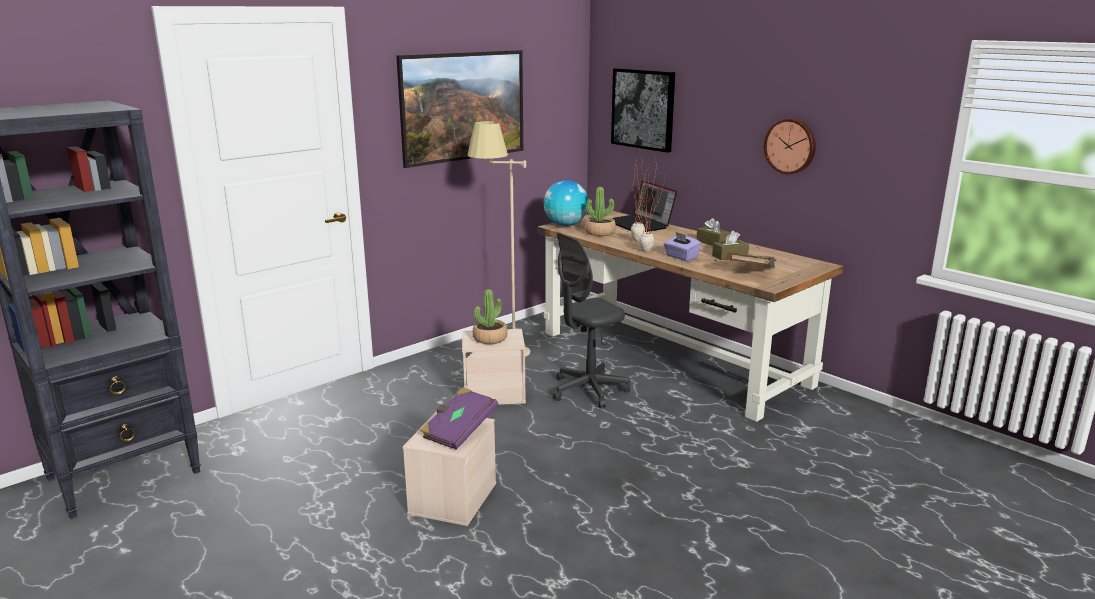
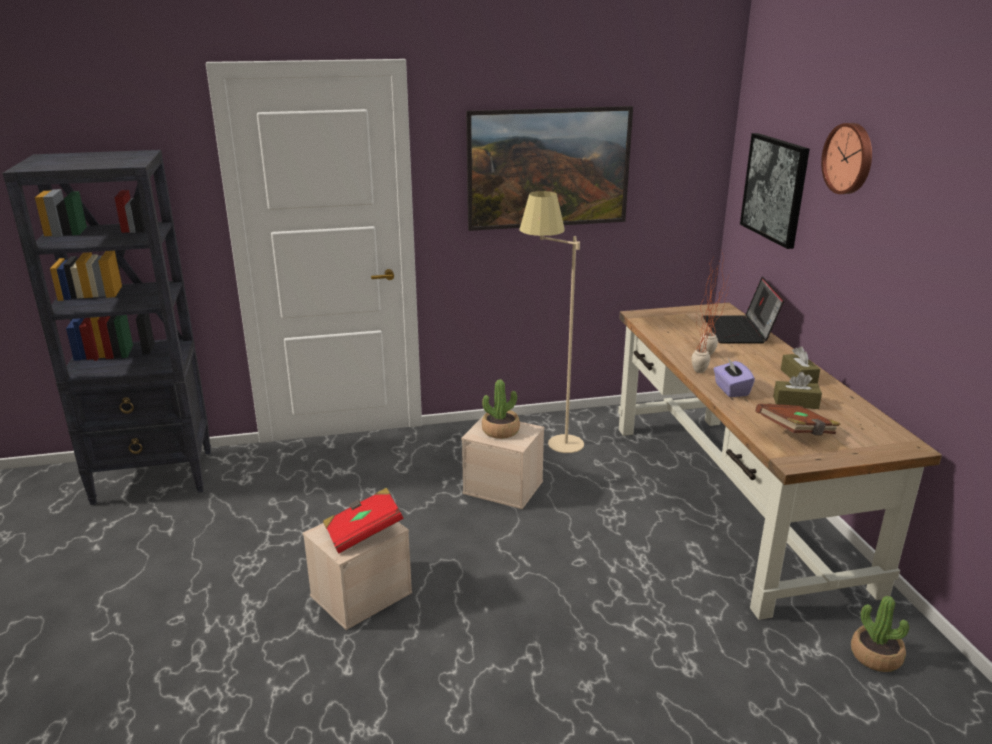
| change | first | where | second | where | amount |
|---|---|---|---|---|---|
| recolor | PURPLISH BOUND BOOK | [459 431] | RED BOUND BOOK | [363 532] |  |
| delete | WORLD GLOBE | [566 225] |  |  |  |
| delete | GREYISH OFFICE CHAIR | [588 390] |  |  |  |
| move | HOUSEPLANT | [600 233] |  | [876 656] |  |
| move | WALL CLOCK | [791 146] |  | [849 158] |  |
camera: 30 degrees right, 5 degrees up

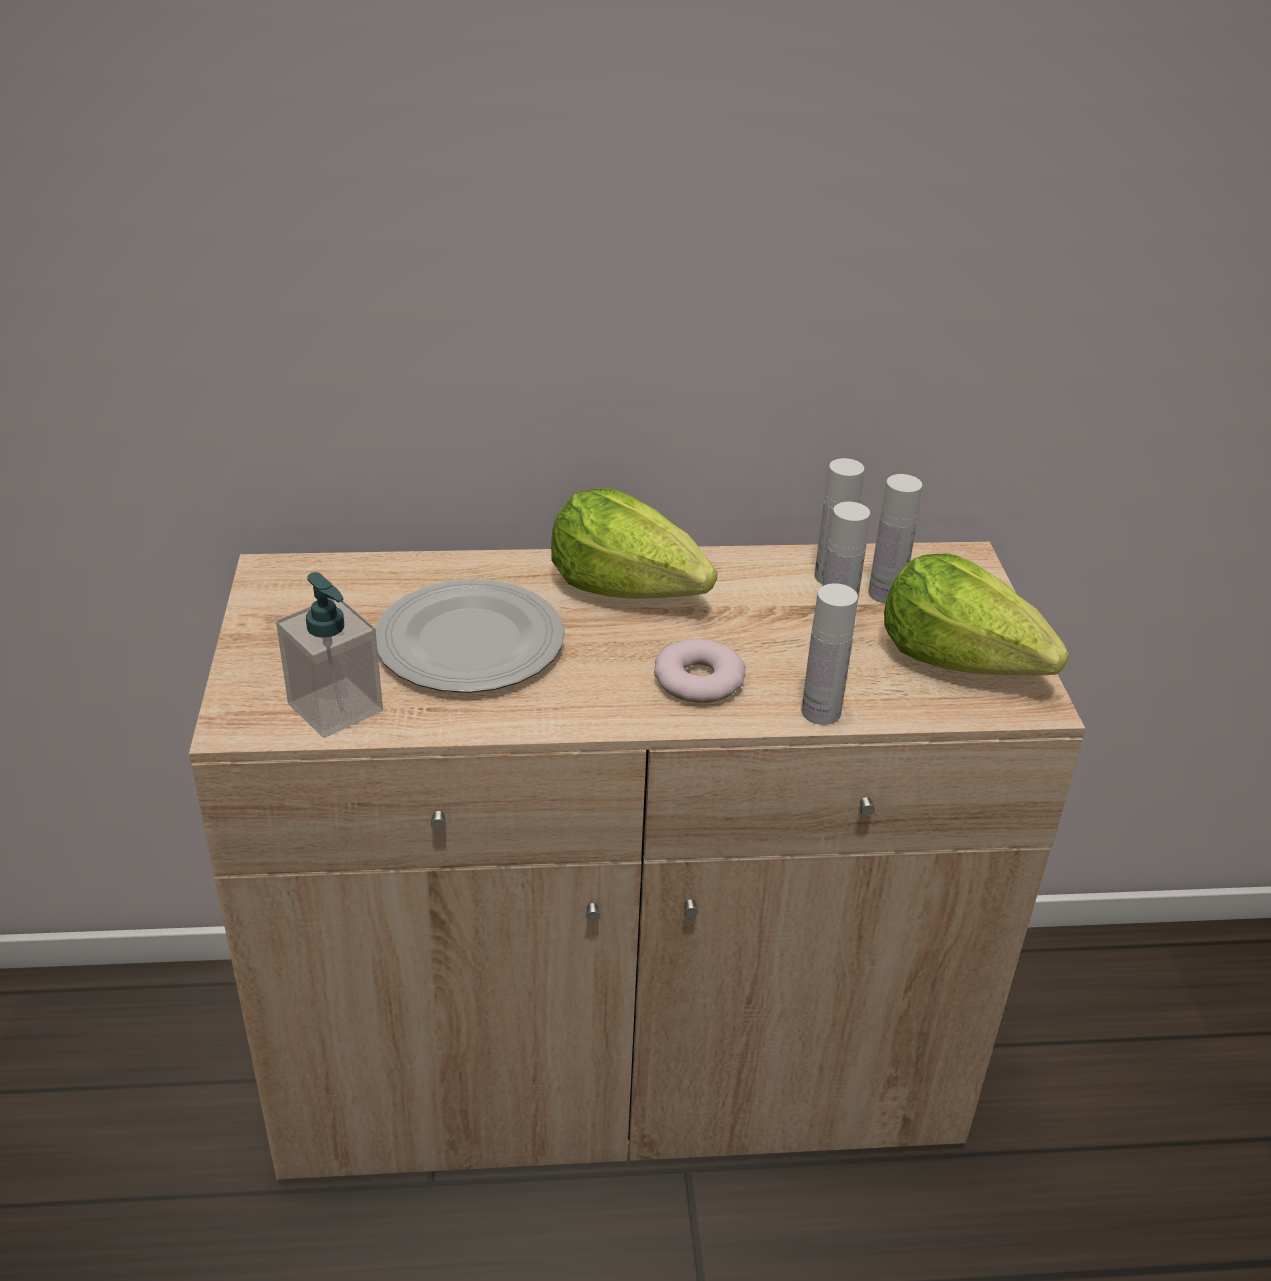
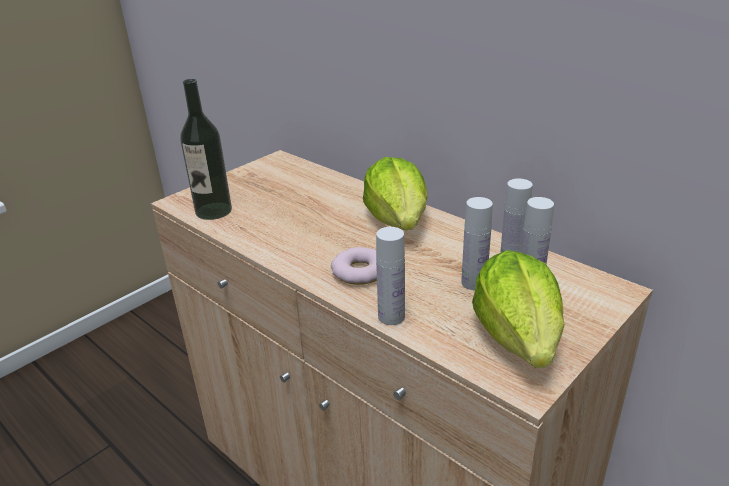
| change | first | where | second | where | amount |
|---|---|---|---|---|---|
| replace | SOAP BOTTLE | [335 708] | BOTTLE | [213 211] |  |
| delete | PLATE | [467 642] |  |  |  |
camera: 50 degrees right, 5 degrees down

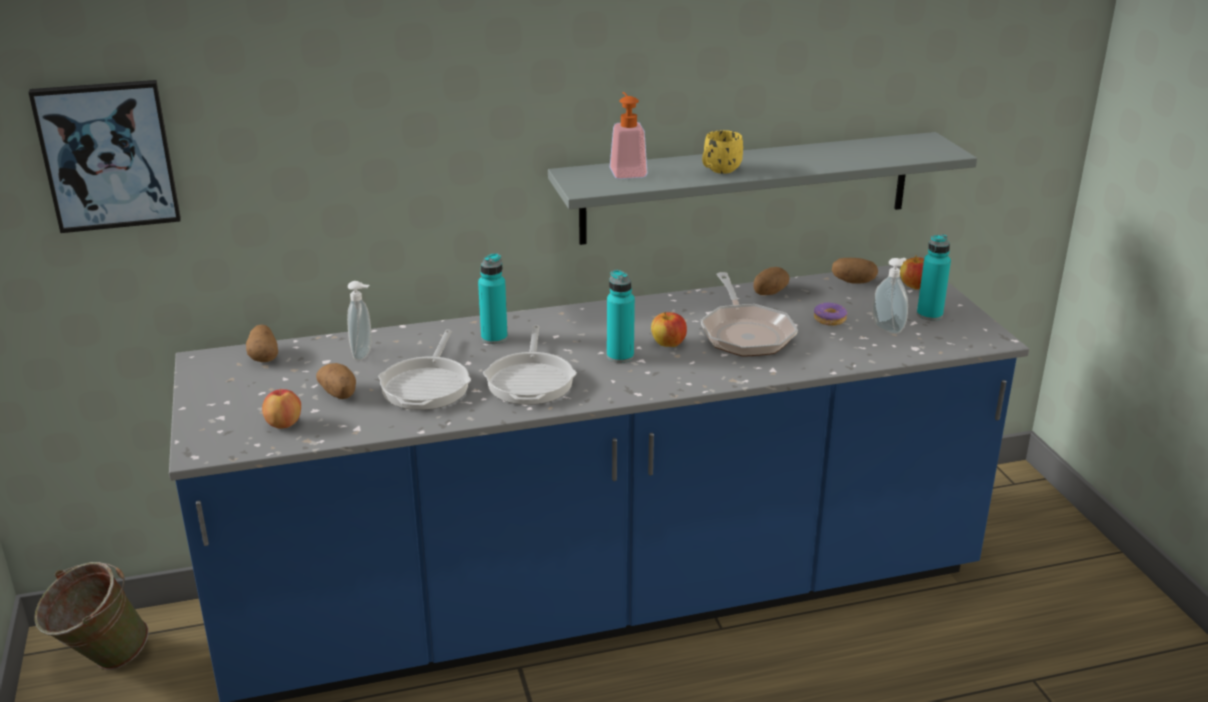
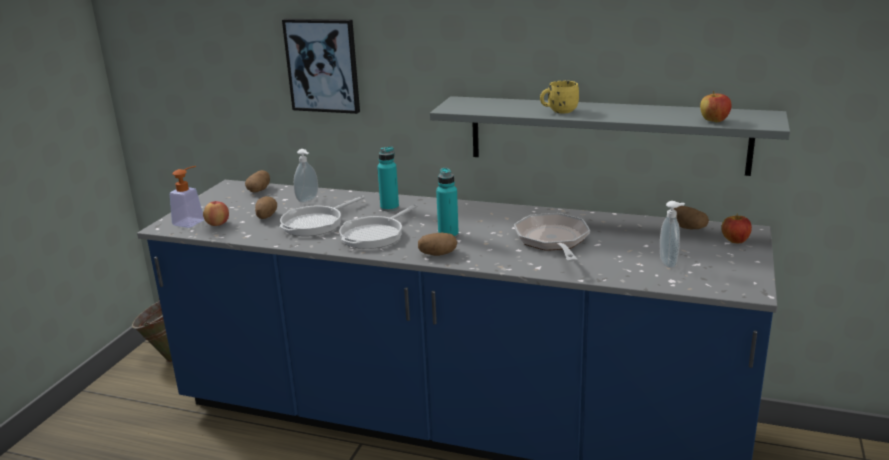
| change | first | where | second | where | amount |
|---|---|---|---|---|---|
| move | WALL ART | [108 155] |  | [323 65] |  |
| move | SOAP BOTTLE | [627 171] |  | [192 221] |  |
| move | WHOLE APPLE | [668 344] |  | [714 121] |  |
| rotate | PAN | [745 333] |  | [553 241] | 150 degrees clockwise |
| move | WHOLE POTATO | [769 292] |  | [438 254] |  |
| delete | DONUT | [830 319] |  |  |  |
| delete | TURQUOISE-COLOURED BOTTLE | [929 315] |  |  |  |
camera: 35 degrees right, 5 degrees down

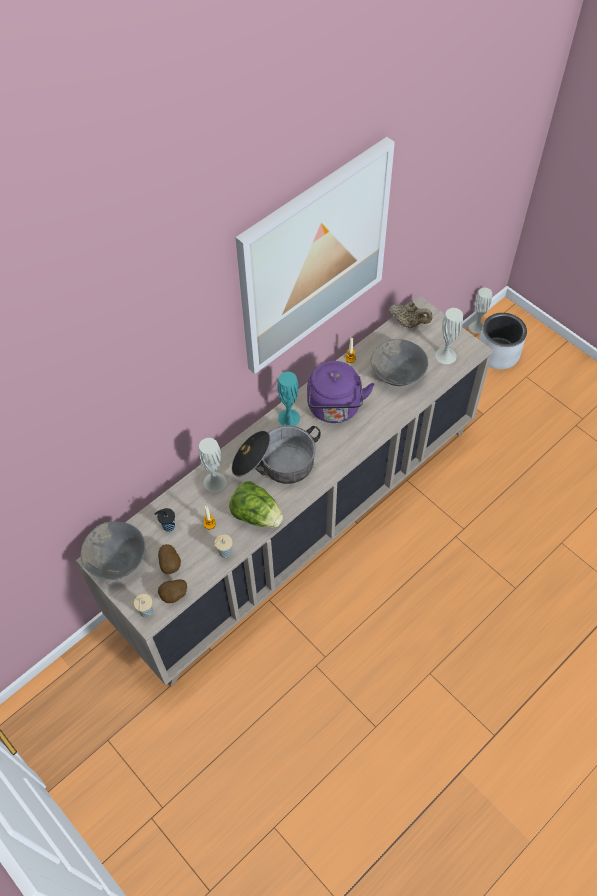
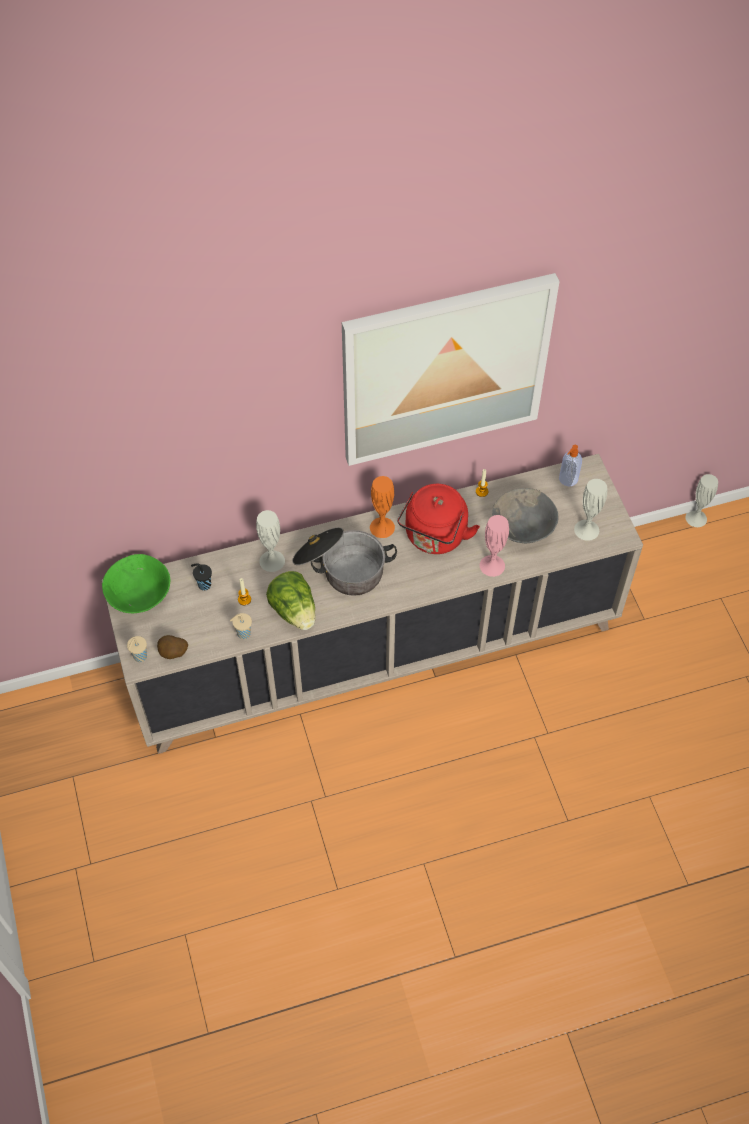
| change | first | where | second | where | amount |
|---|---|---|---|---|---|
| recolor | GREYISH BOWL | [118 559] | GREEN-COLOURED BOWL | [140 595] |  |
| delete | WHOLE POTATO | [171 564] |  |  |  |
| recolor | TURQUOISE-COLOURED FLOWER VASE | [289 418] | ORANGE-COLOURED FLOWER VASE | [382 527] |  |
| recolor | PURPLISH WATER KETTLE | [335 409] | RED WATER KETTLE | [434 537] |  |
| replace | SAND-COLOURED TEA POT | [409 323] | SOAP BOTTLE | [568 479] |  |
| delete | GREYISH PLANTER | [498 353] |  |  |  |
| insert |  |  | PINK FLOWER VASE | [492 565] |  |
camera: 25 degrees right, 0 degrees up

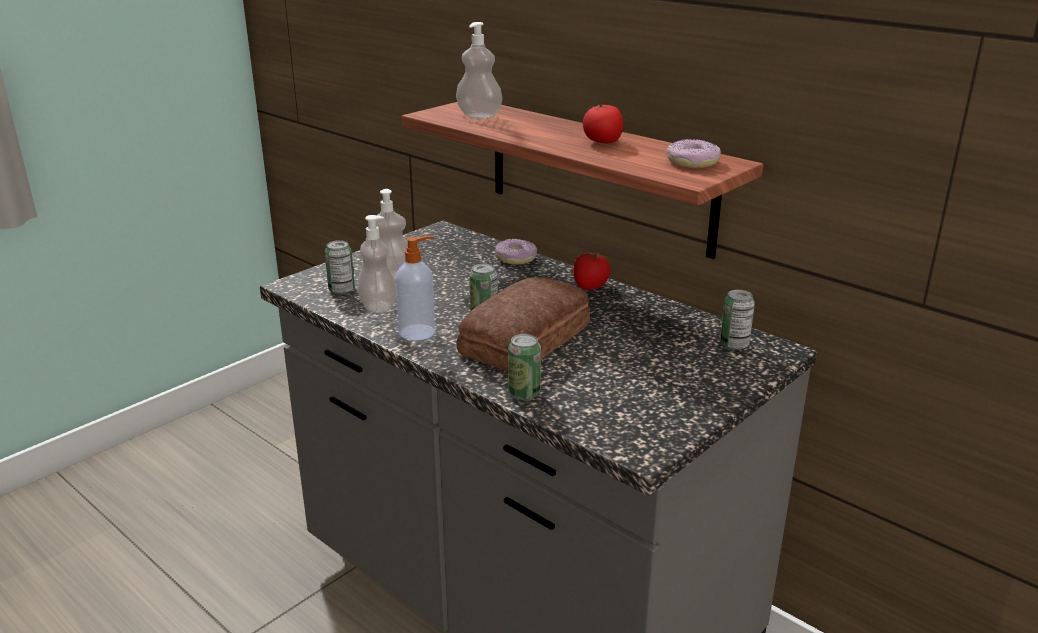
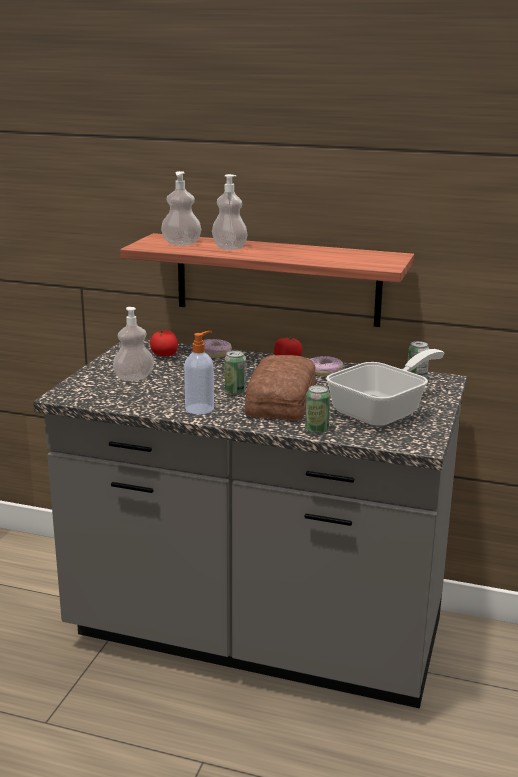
| change | first | where | second | where | amount |
|---|---|---|---|---|---|
| delete | METAL CAN | [341 290] |  |  |  |
| move | SOAP BOTTLE | [378 307] |  | [229 248] |  |
| move | WHOLE TOMATO | [603 142] |  | [164 355] |  |
| move | DONUT | [692 162] |  | [324 371] |  |
| insert |  |  | PAN | [384 411] |  |
camera: 25 degrees left, 5 degrees down

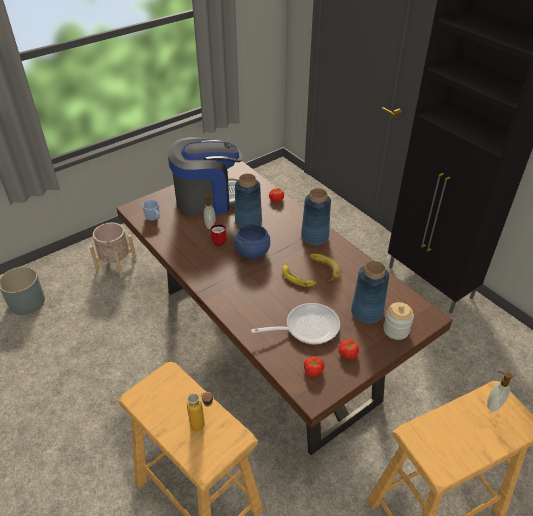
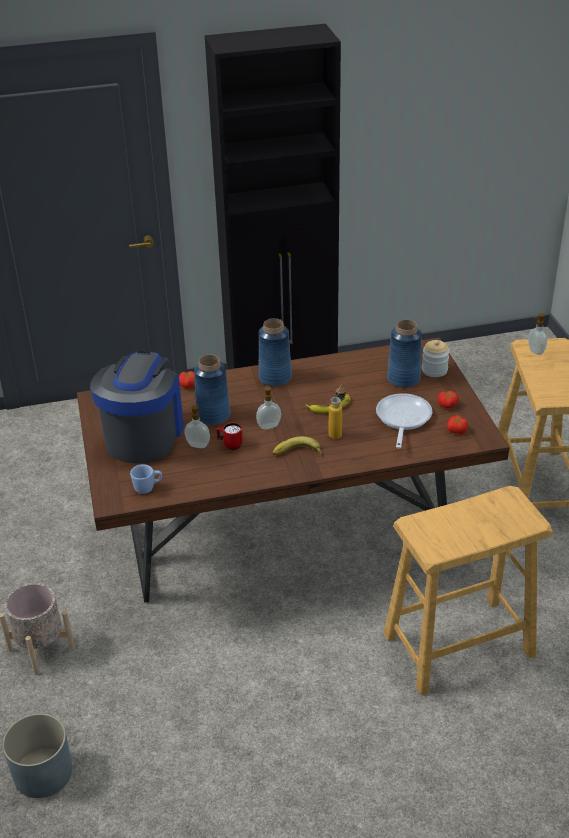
| change | first | where | second | where | amount |
|---|---|---|---|---|---|
| move | BOTTLE | [203 425] |  | [337 432] |  |
| replace | BLUE BOWL | [252 252] | SOAP BOTTLE | [268 426] |  |
| move | WHOLE BANANA | [322 269] |  | [297 453] |  |
camera: 65 degrees left, 5 degrees down

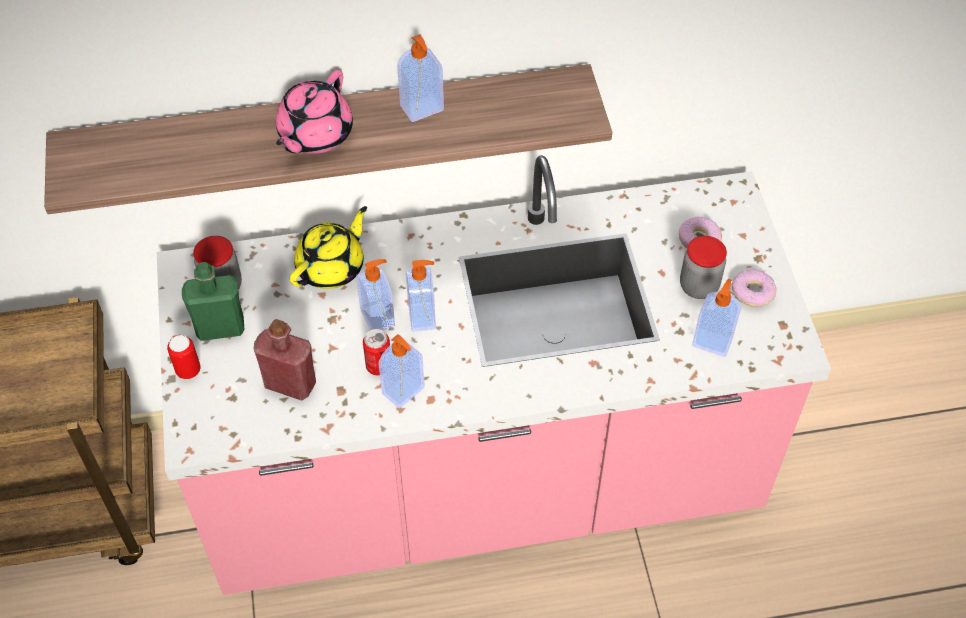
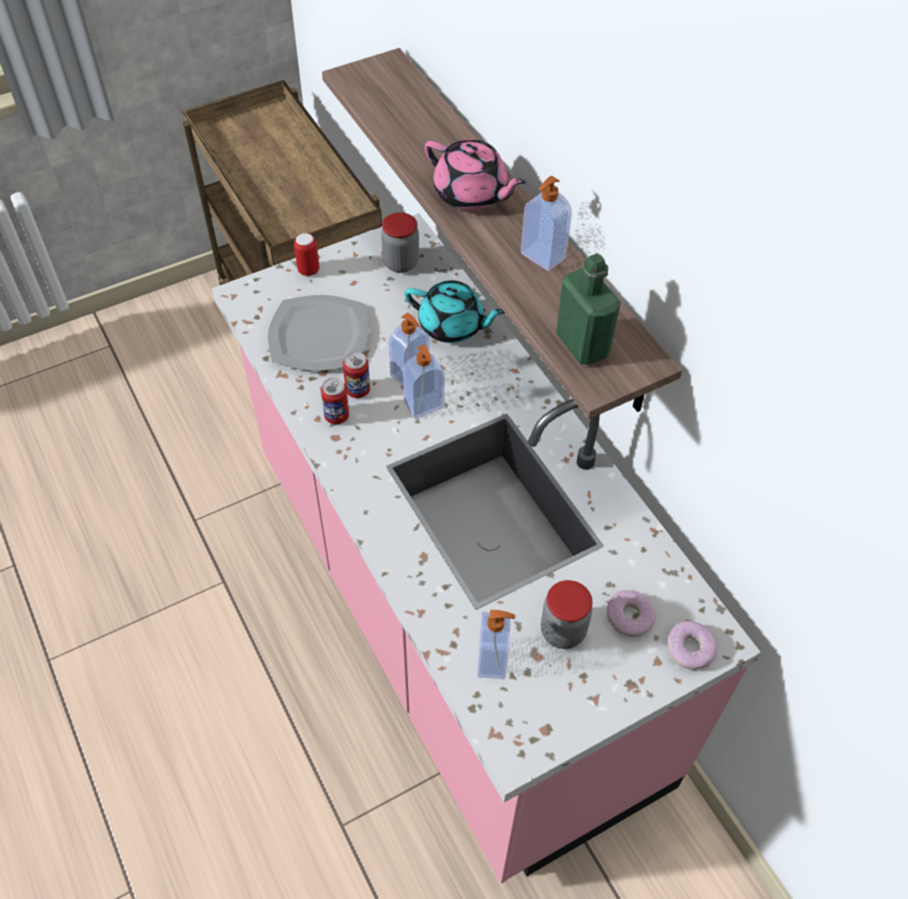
| change | first | where | second | where | amount |
|---|---|---|---|---|---|
| move | GREEN-COLOURED BOTTLE | [220 328] |  | [582 345] |  |
| replace | RED BOTTLE | [290 384] | PLATE | [318 336] |  |
| rotate | PINK TEA POT | [314 135] |  | [471 194] | 150 degrees counterclockwise |
| recolor | YELLOW TEA POT | [332 267] | TURQUOISE-COLOURED TEA POT | [452 326] |  |
| replace | SOAP BOTTLE | [404 392] | METAL CAN | [336 416] |  |
| move | DONUT | [752 292] |  | [690 649] |  |
camera: 70 degrees right, 0 degrees up

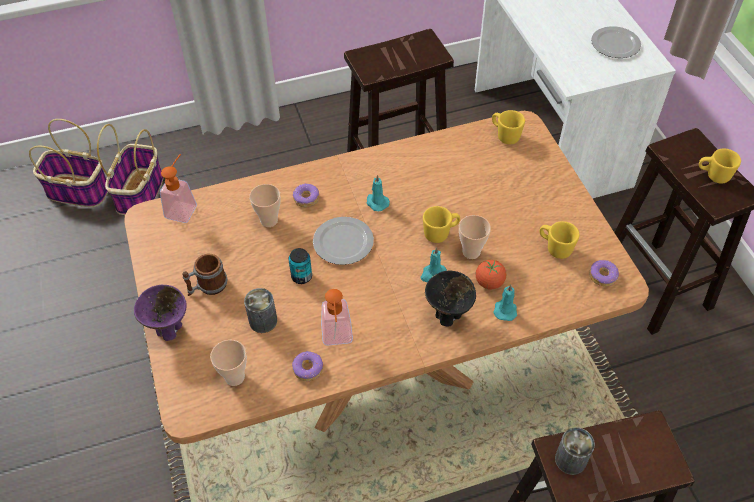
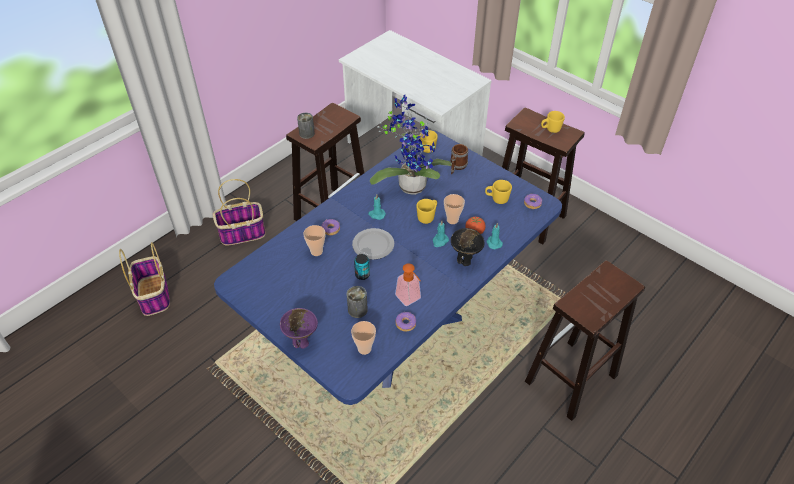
| change | first | where | second | where | amount |
|---|---|---|---|---|---|
| move | BASKET | [77 191] |  | [241 233] |  |
| recolor | BROWN-COLOURED KITCHEN TABLE | [379 364] | BLUE KITCHEN TABLE | [397 331] |  |
| delete | SOAP BOTTLE | [183 208] |  |  |  |
| move | TEA MUG | [207 287] |  | [457 167] |  |
| move | METAL CAN | [570 460] |  | [306 133] |  |
| delete | PLATE | [614 44] |  |  |  |
| insert |  |  | HOUSEPLANT | [410 184] |  |
camera: 30 degrees left, 5 degrees down

